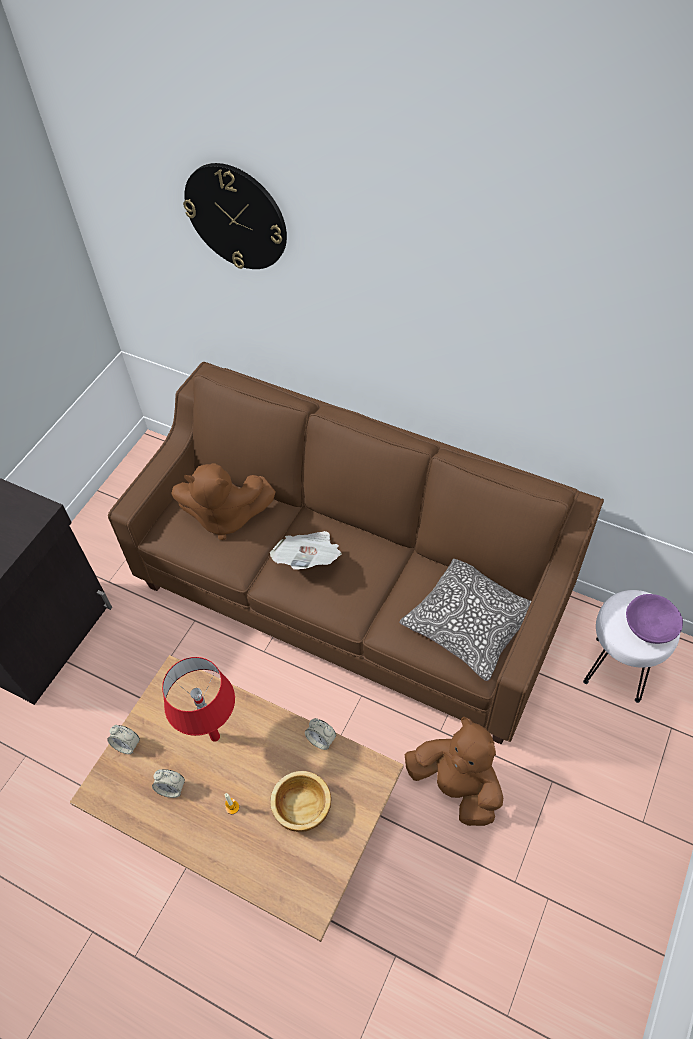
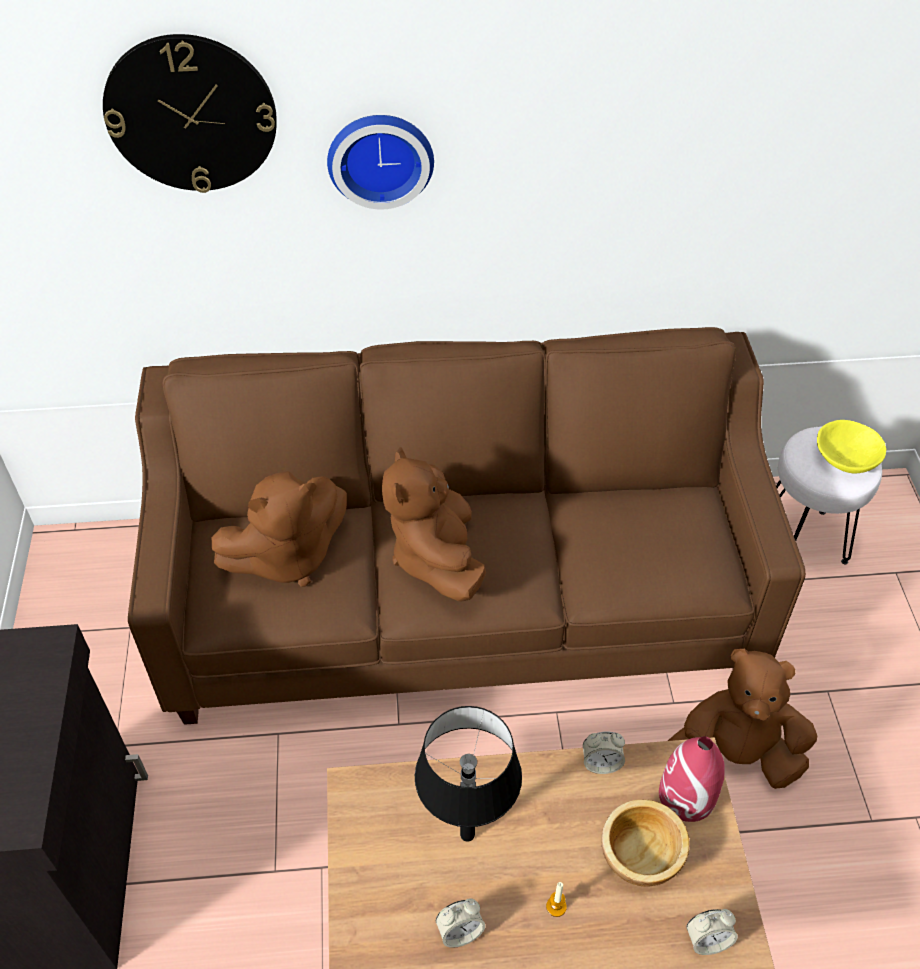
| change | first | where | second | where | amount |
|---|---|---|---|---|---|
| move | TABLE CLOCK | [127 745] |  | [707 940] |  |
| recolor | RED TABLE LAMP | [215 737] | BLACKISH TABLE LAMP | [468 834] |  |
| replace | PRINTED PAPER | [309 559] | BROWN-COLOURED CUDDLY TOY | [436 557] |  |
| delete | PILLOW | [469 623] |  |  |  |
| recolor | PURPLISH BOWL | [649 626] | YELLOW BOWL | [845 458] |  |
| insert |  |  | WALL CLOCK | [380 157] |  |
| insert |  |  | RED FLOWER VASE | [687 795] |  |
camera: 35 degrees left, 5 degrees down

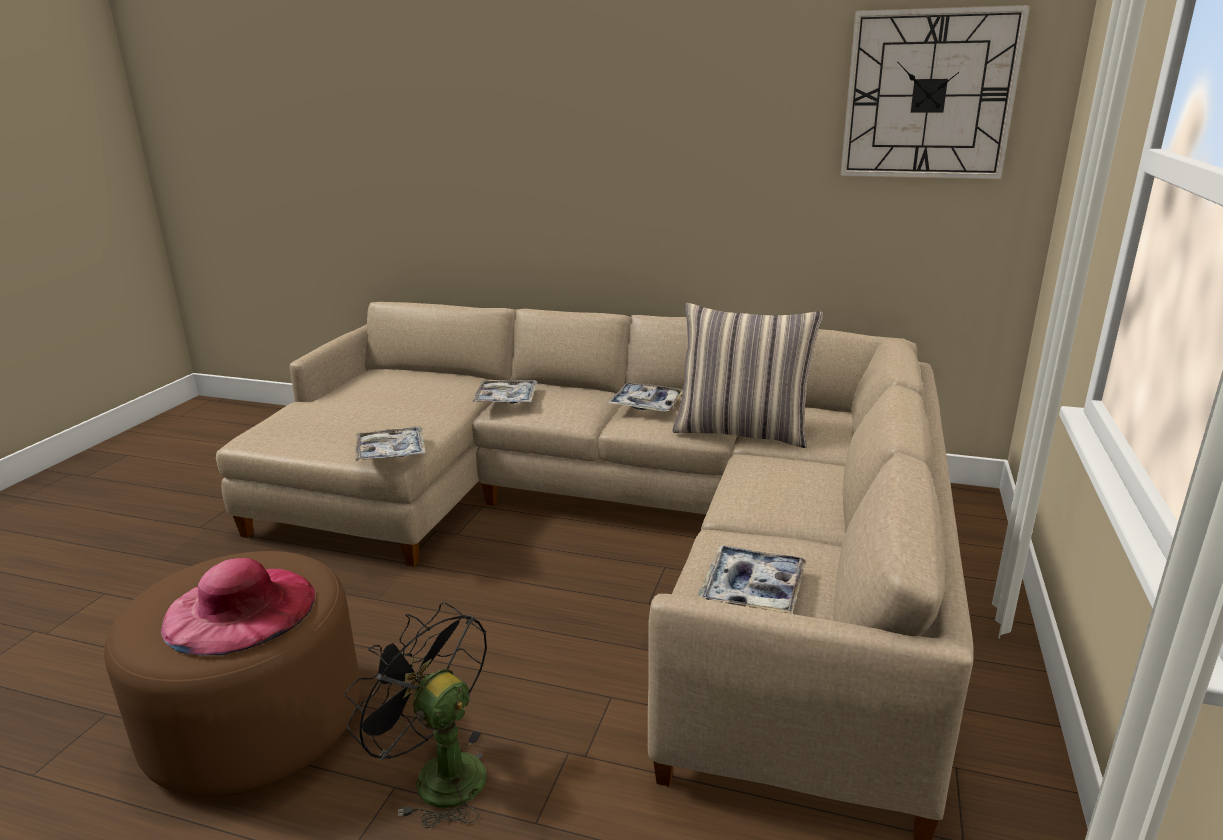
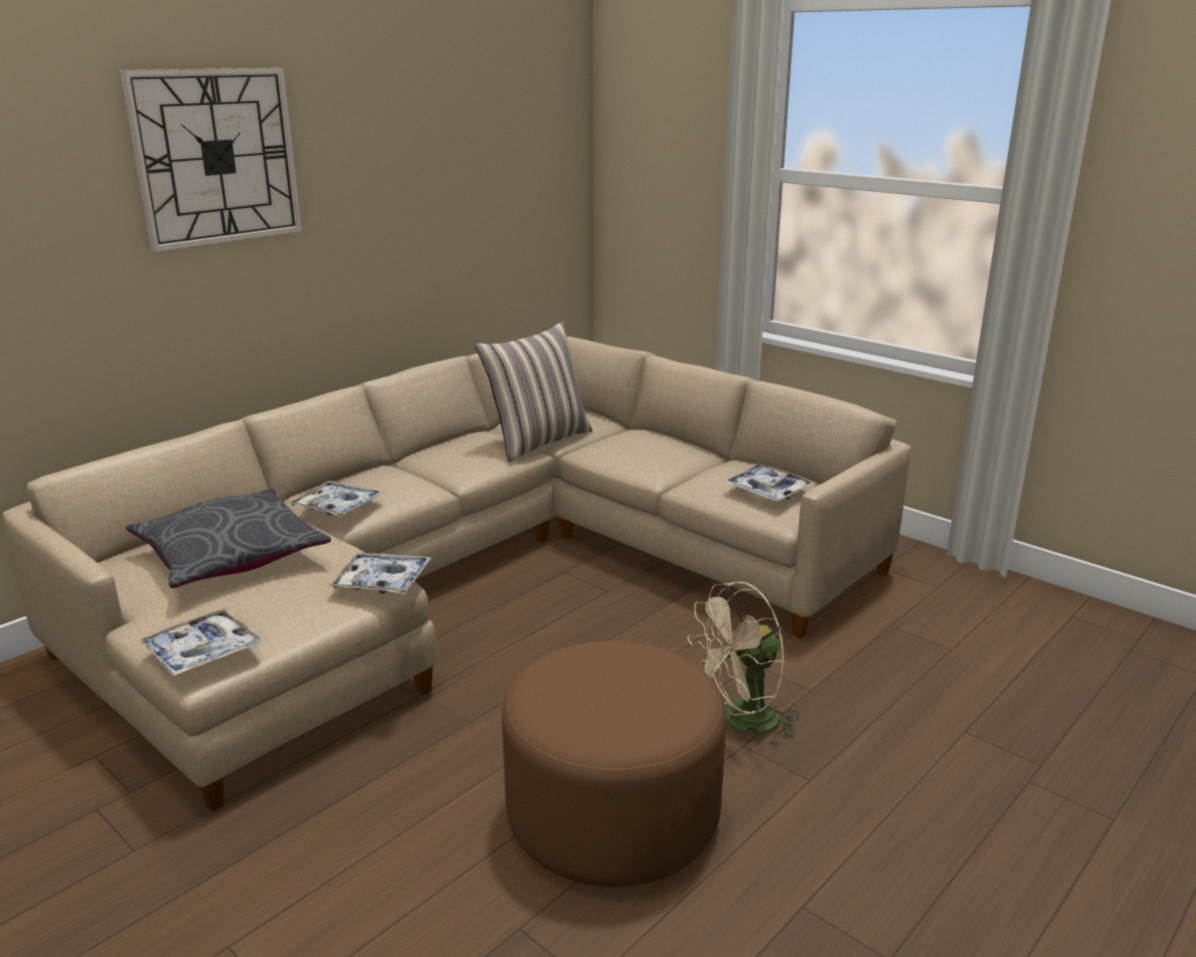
| change | first | where | second | where | amount |
|---|---|---|---|---|---|
| delete | PINK HAT | [240 609] |  |  |  |
| recolor | BLACKISH FAN | [437 774] | SAND-COLOURED FAN | [741 723] |  |
| move | CARRYING TRAY | [646 405] |  | [202 651] |  |
| move | WALL CLOCK | [928 95] |  | [216 157] |  |
| insert |  |  | GREYISH PILLOW | [230 555] |  |
camera: 65 degrees left, 0 degrees up

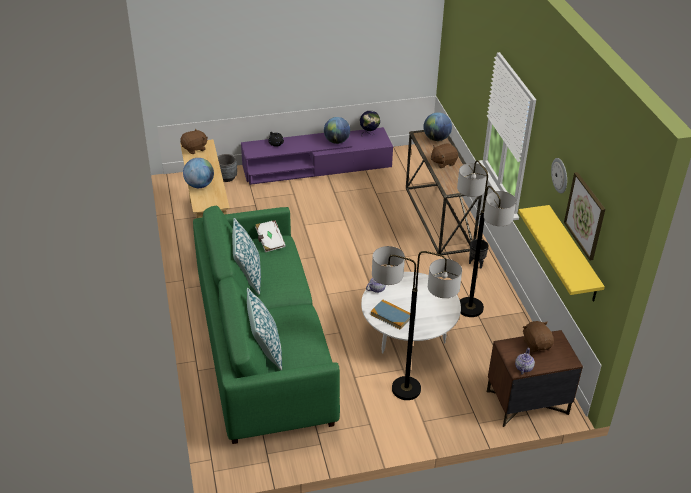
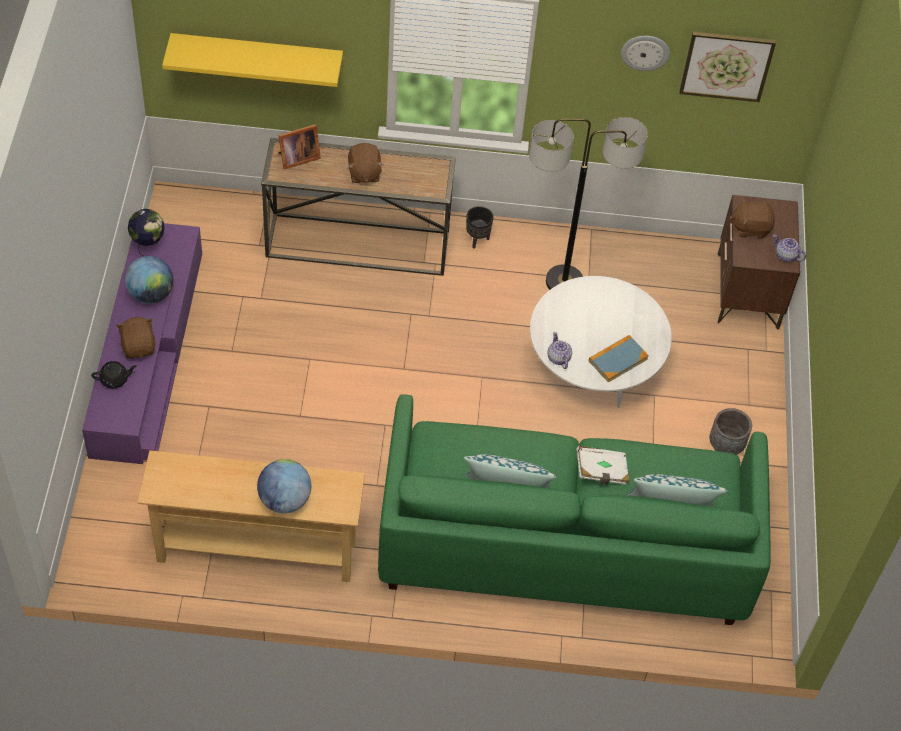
| change | first | where | second | where | amount |
|---|---|---|---|---|---|
| move | BROWN-COLOURED CUDDLY TOY | [194 149] |  | [139 347] |  |
| move | GREYISH PLANTER | [227 178] |  | [726 445] |  |
| move | WHITE-COLOURED BOUND BOOK | [269 241] |  | [601 472] |  |
| delete | STANDARD LAMP | [406 389] |  |  |  |
| replace | WORLD GLOBE | [436 138] | PICTURE FRAME | [297 158] |  |
| move | YELLOW BRACKET SHELF | [573 254] |  | [257 55] |  |
camera: 75 degrees left, 15 degrees up

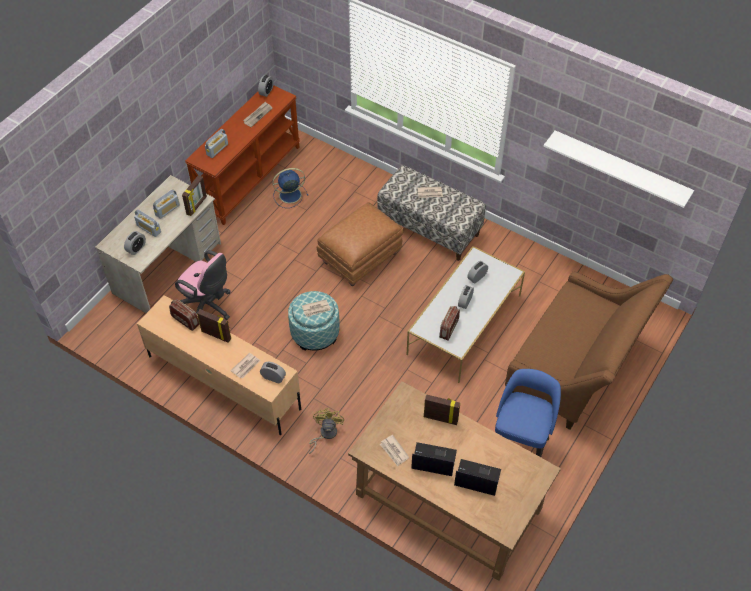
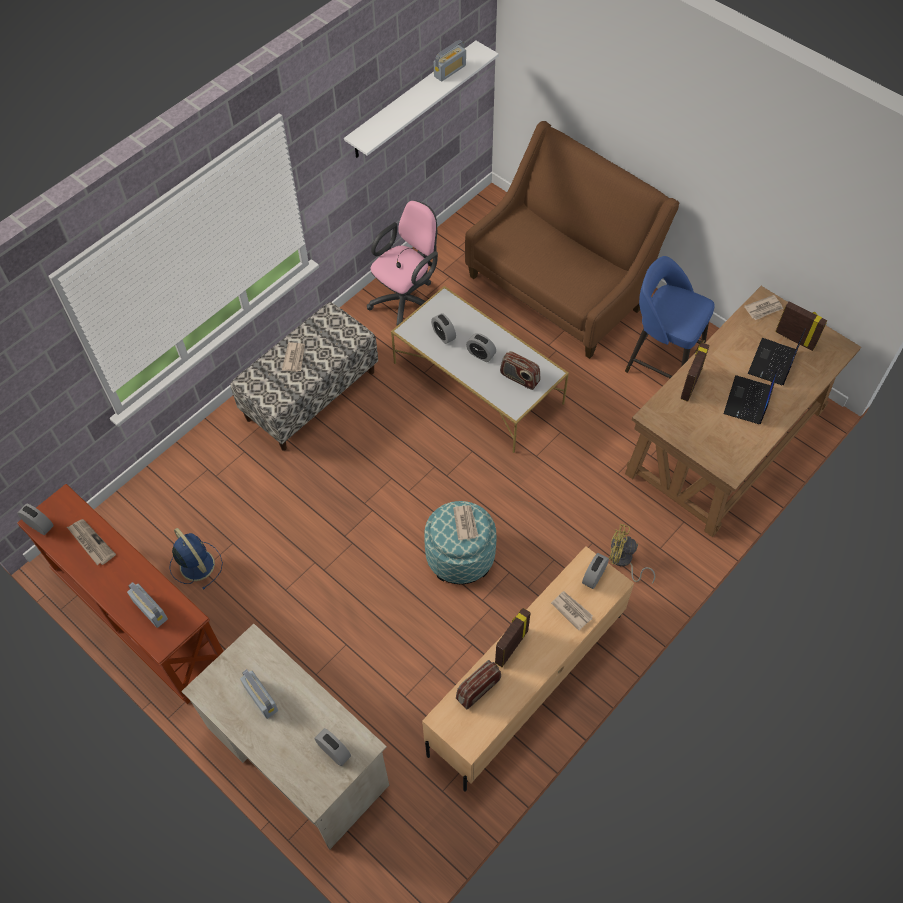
| change | first | where | second | where | amount |
|---|---|---|---|---|---|
| move | RADIO SET | [149 229] |  | [450 71] |  |
| move | PINK OFFICE CHAIR | [208 307] |  | [407 301] |  |
| move | PICTURE FRAME | [197 206] |  | [795 339] |  |
| rotate | BLUE FAN | [289 195] |  | [196 564] | 150 degrees clockwise |
| delete | BROWN-COLOURED OTTOMAN | [360 257] |  |  |  |
| move | PRINTED PAPER | [394 451] |  | [764 309] |  |
camera: 80 degrees left, 5 degrees up

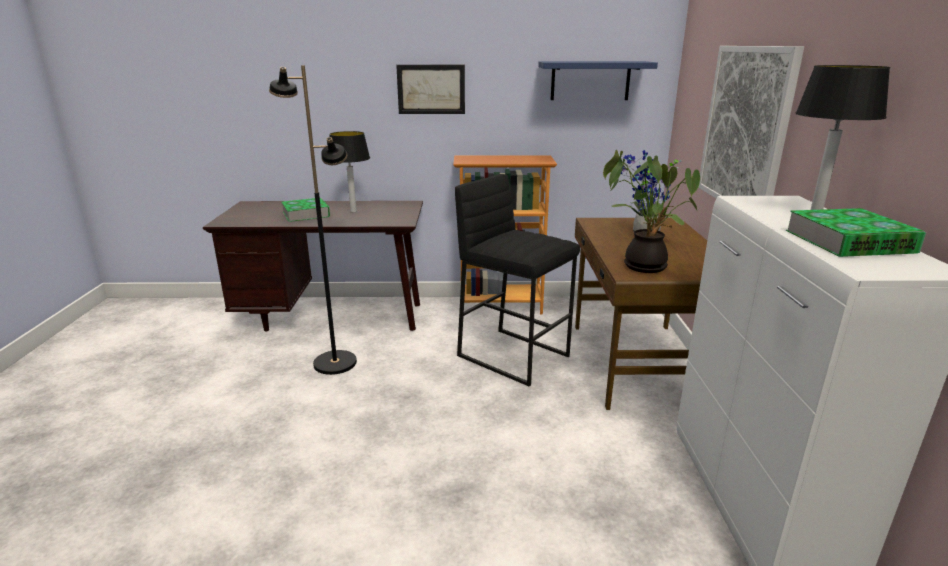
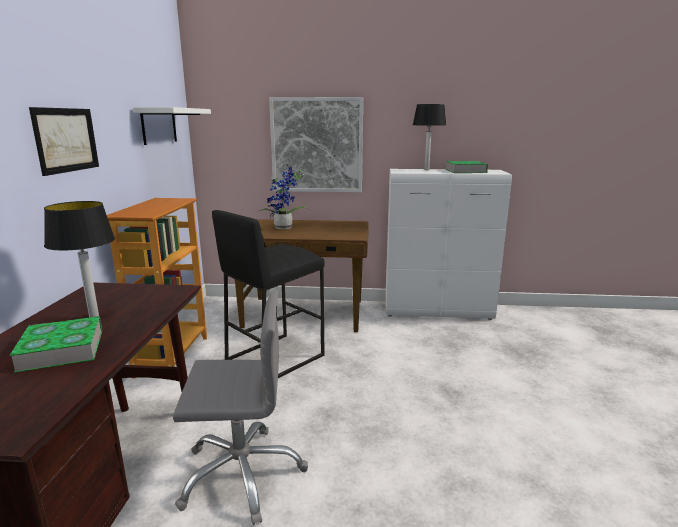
| change | first | where | second | where | amount |
|---|---|---|---|---|---|
| replace | BLACKISH STANDARD LAMP | [335 363] | GREYISH OFFICE CHAIR | [242 473] |  |
| recolor | BLUE BRACKET SHELF | [590 80] | WHITE-COLOURED BRACKET SHELF | [159 125] |  |
| delete | HOUSEPLANT | [644 265] |  |  |  |
camera: 85 degrees left, 5 degrees down

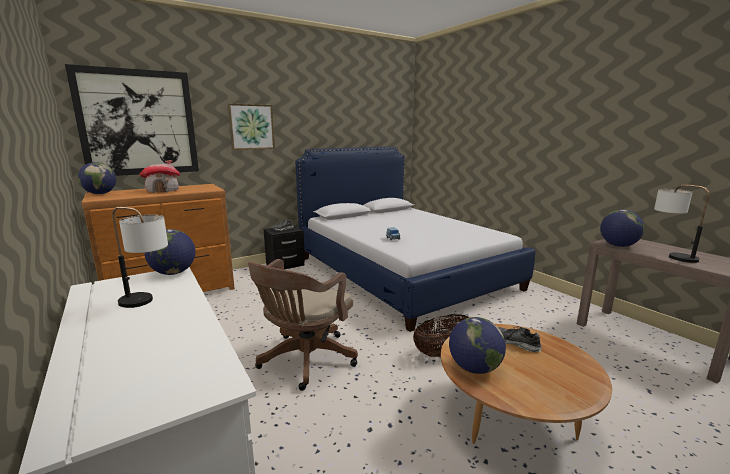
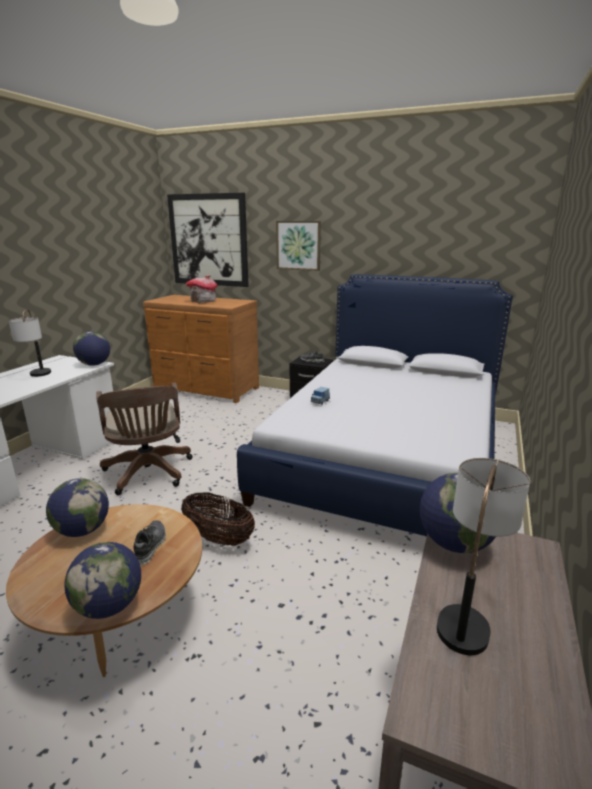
| change | first | where | second | where | amount |
|---|---|---|---|---|---|
| move | WORLD GLOBE | [100 194] |  | [109 606] |  |
| rotate | BROWN-COLOURED OFFICE CHAIR | [304 361] |  | [148 474] | 105 degrees counterclockwise |
camera: 55 degrees right, 5 degrees up

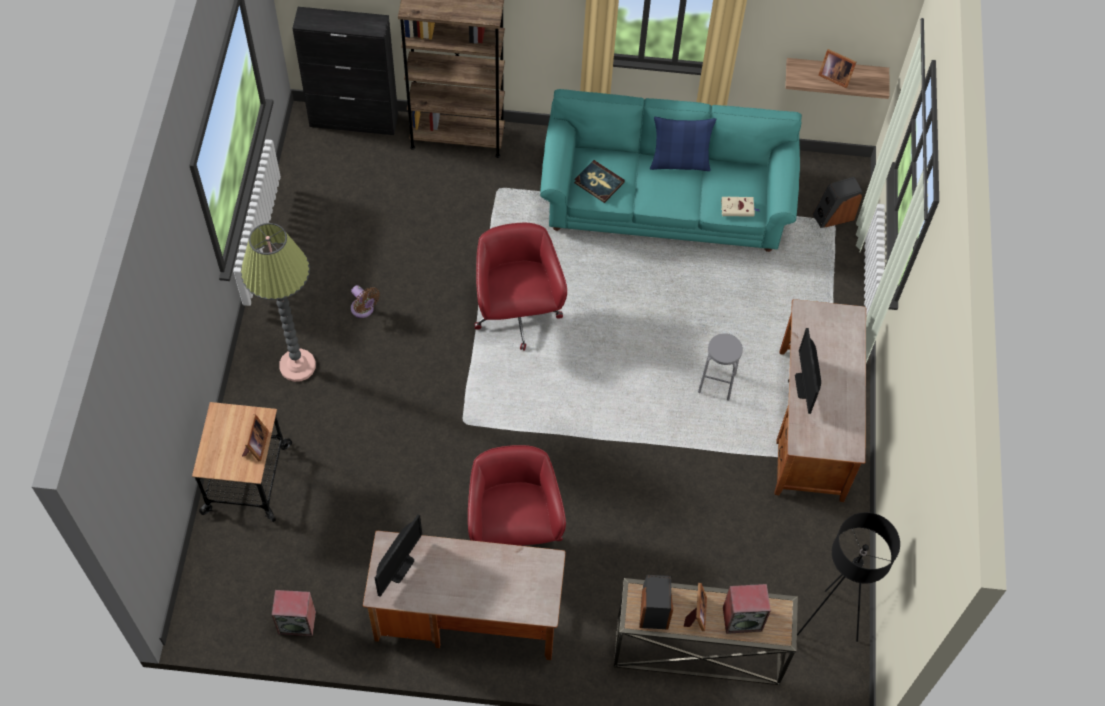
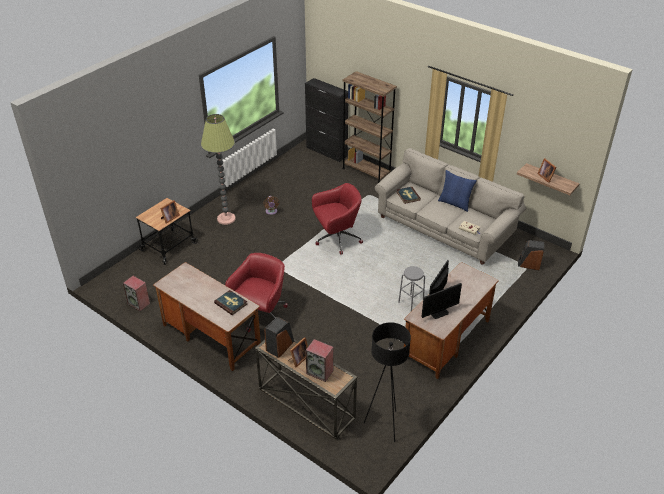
| change | first | where | second | where | amount |
|---|---|---|---|---|---|
| move | COMPUTER DISPLAY | [398 567] |  | [439 312] |  |
| rotate | RED OFFICE CHAIR | [517 314] |  | [337 239] | 45 degrees clockwise |
| recolor | TURQUOISE-COLOURED COUCH | [665 200] | SAND-COLOURED COUCH | [445 227] |  |
| insert |  |  | BOUND BOOK | [231 303] |  |
camera: 35 degrees right, 20 degrees down

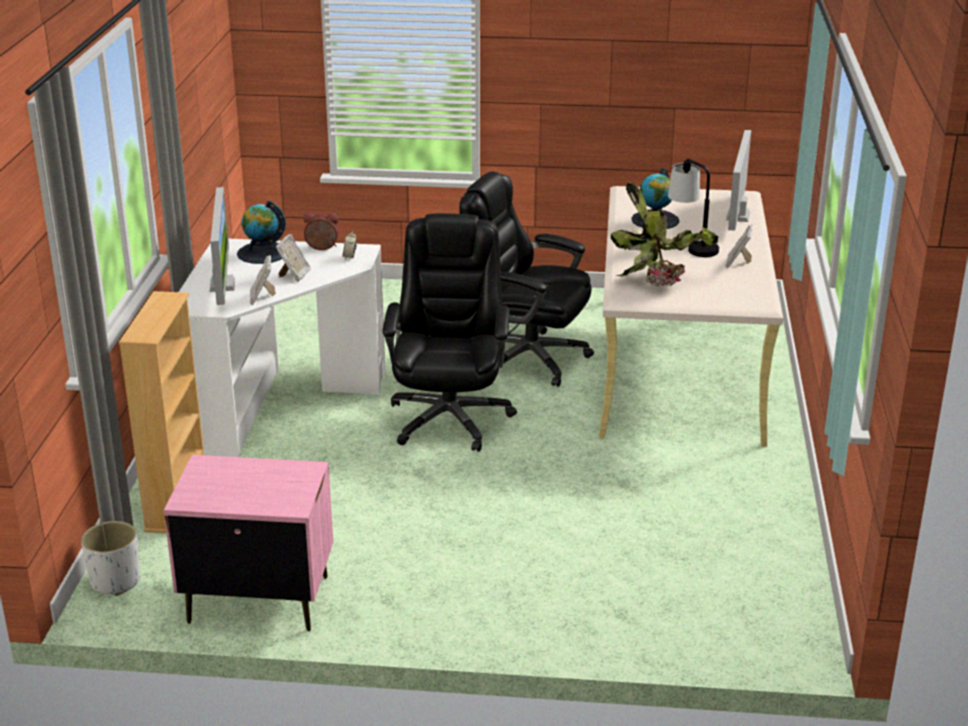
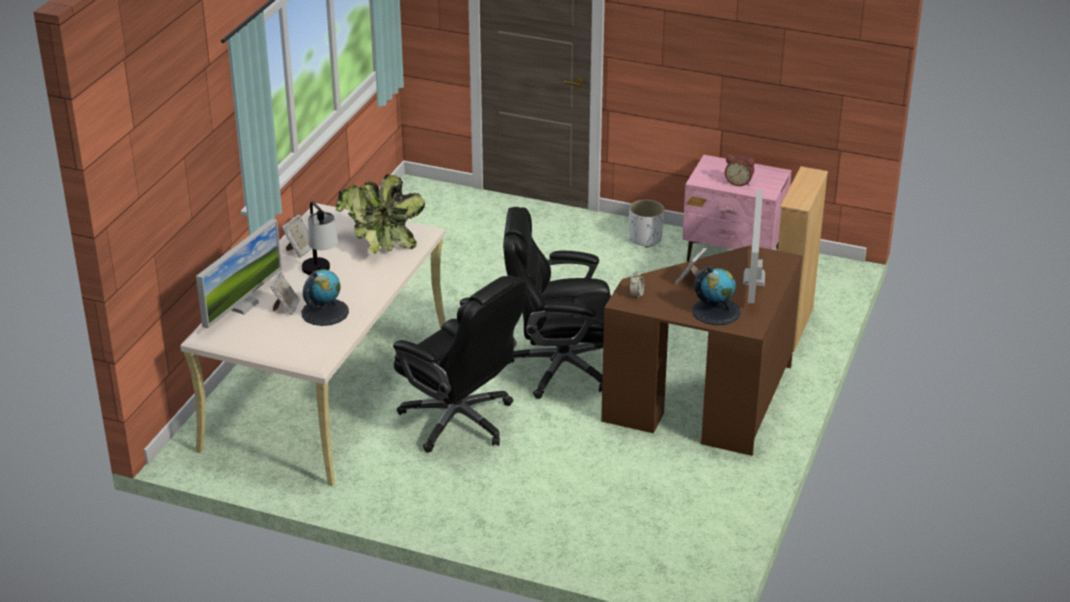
| change | first | where | second | where | amount |
|---|---|---|---|---|---|
| move | WHITE-COLOURED PLANTER | [116 581] |  | [645 239] |  |
| recolor | WHITE-COLOURED DESK TABLE | [276 407] | BROWN-COLOURED DESK TABLE | [707 402] |  |
| move | PICTURE FRAME | [262 298] |  | [286 308] |  |
| move | TABLE CLOCK | [322 248] |  | [739 182] |  |
| rotate | BLACKISH OFFICE CHAIR | [449 418] |  | [559 367] | 75 degrees clockwise |
camera: 165 degrees left, 5 degrees up

